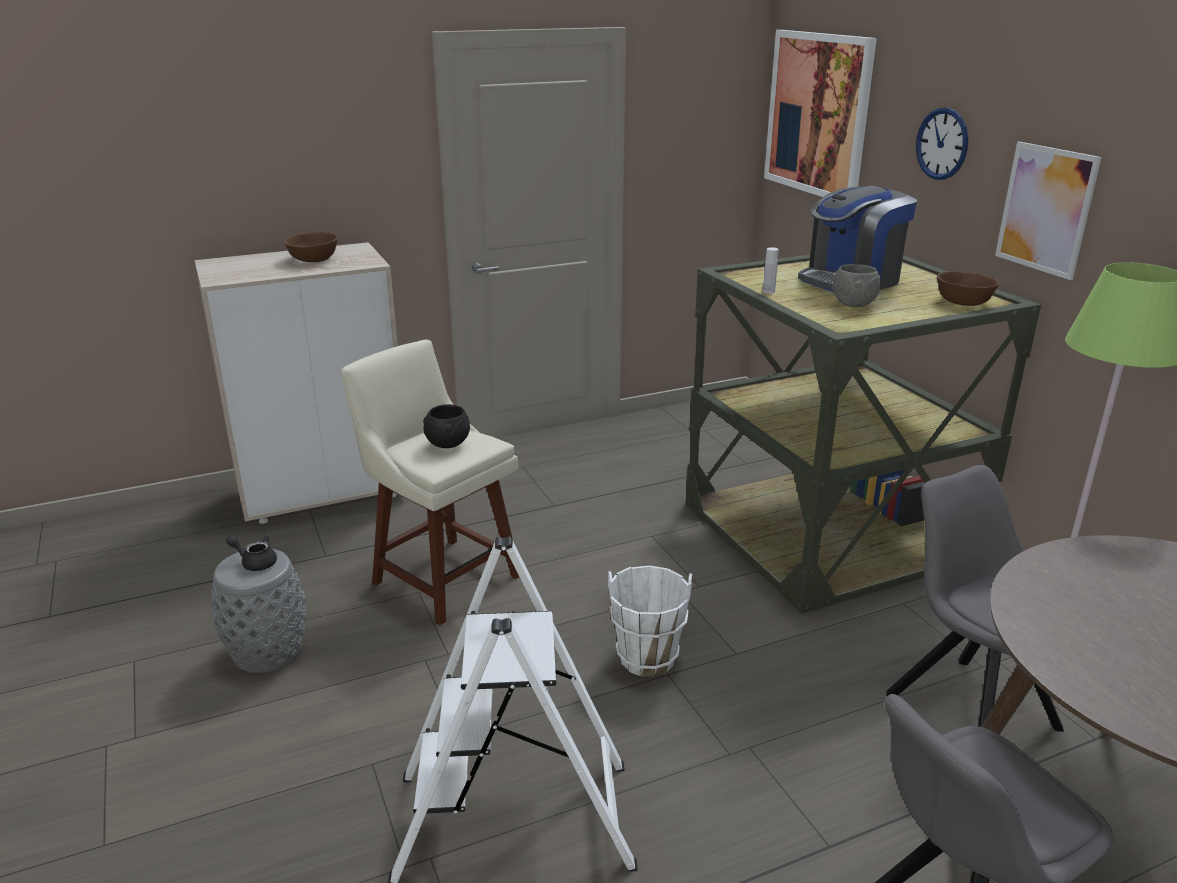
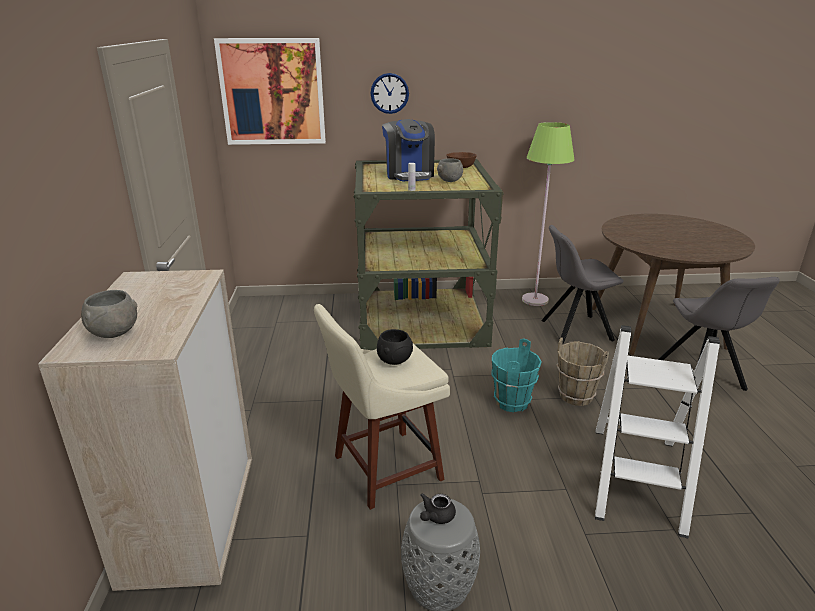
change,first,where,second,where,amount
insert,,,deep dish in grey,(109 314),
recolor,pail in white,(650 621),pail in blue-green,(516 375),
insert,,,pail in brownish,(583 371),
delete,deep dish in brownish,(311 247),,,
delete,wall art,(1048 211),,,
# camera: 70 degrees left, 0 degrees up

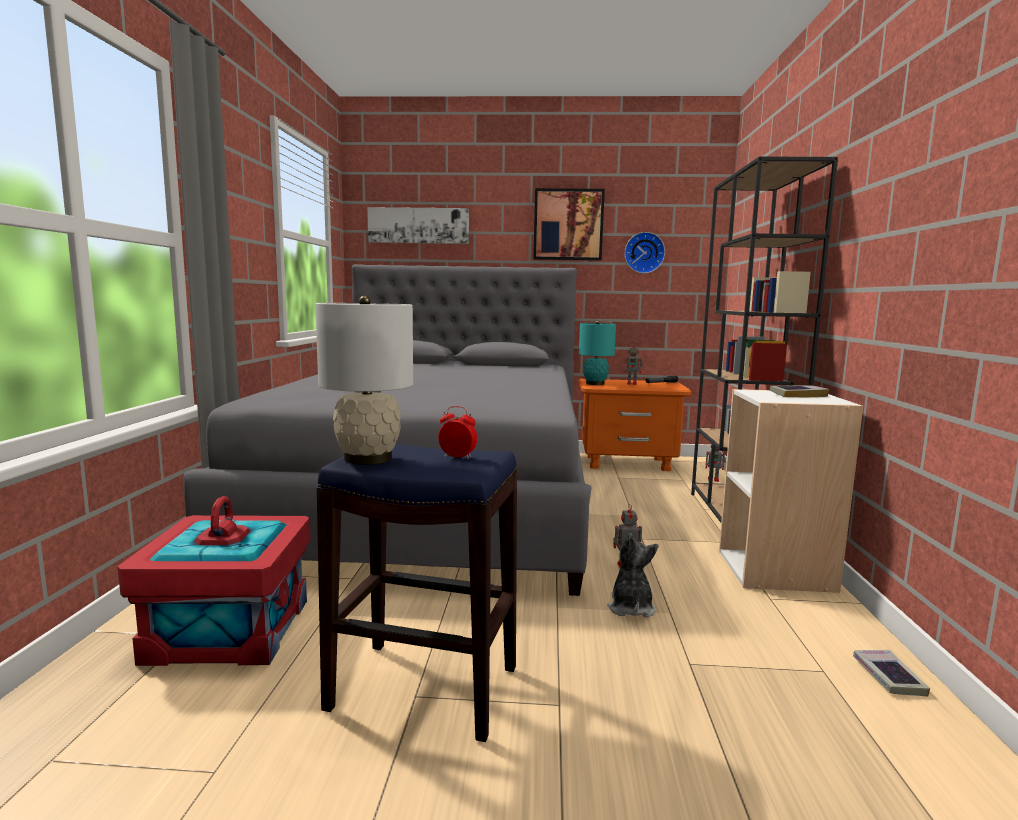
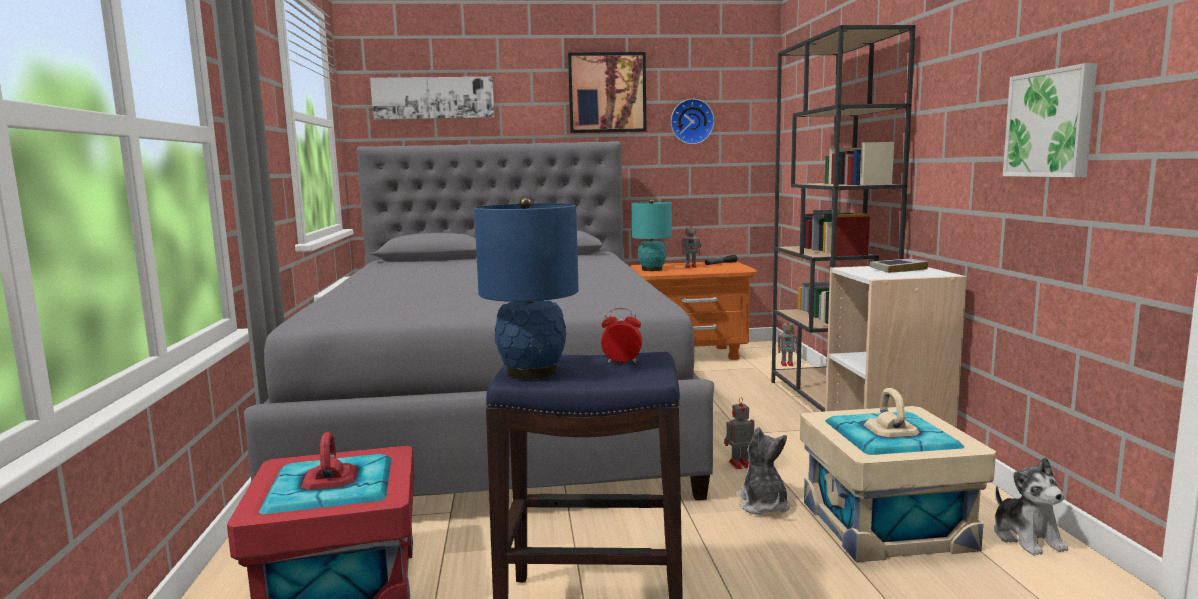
change,first,where,second,where,amount
recolor,lamp for a table in white,(364 380),lamp for a table in blue,(526 288),
insert,,,storage box in sand-coloured,(898 475),
replace,volume,(891 673),soft toy,(1031 506),
insert,,,wall art,(1050 120),
# camera: 10 degrees left, 0 degrees up

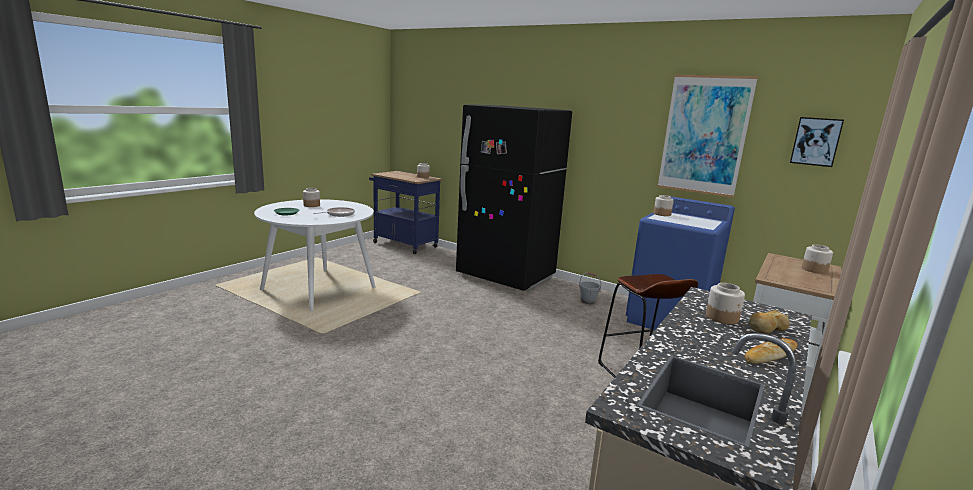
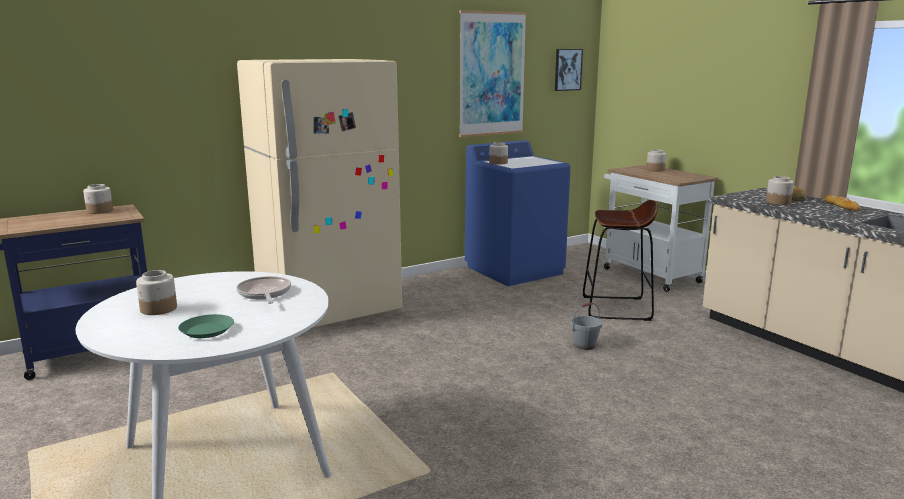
change,first,where,second,where,amount
recolor,fridge in blackish,(514 197),fridge in sand-coloured,(319 193),
move,pail in grey,(590 288),,(586 326),
# camera: 65 degrees left, 0 degrees up

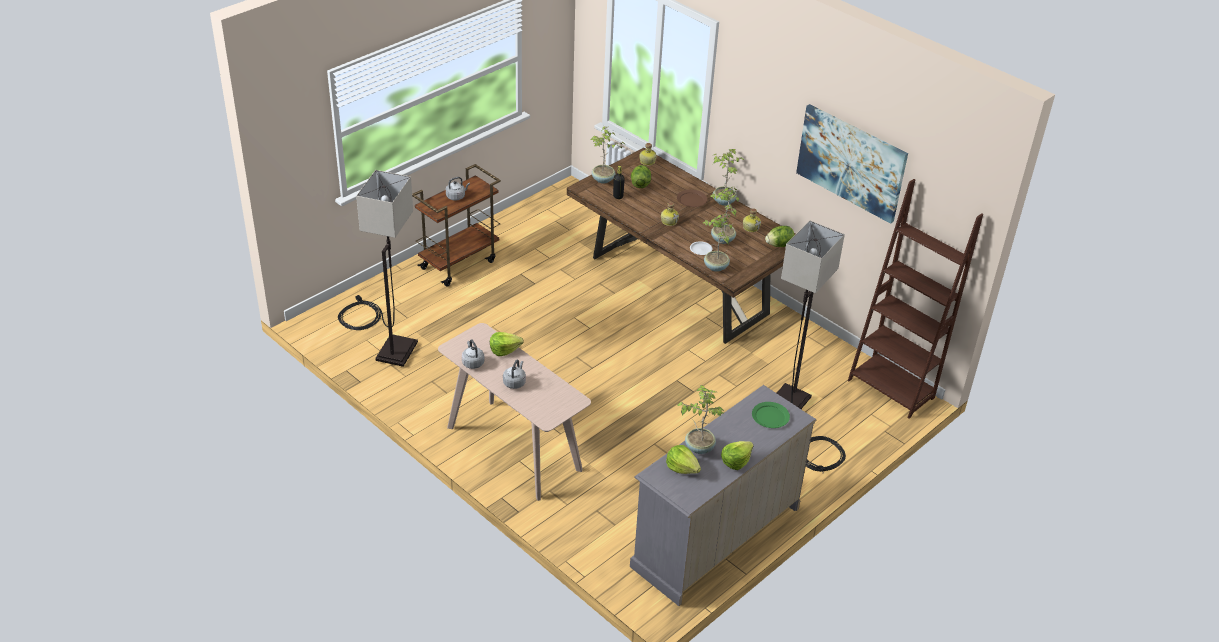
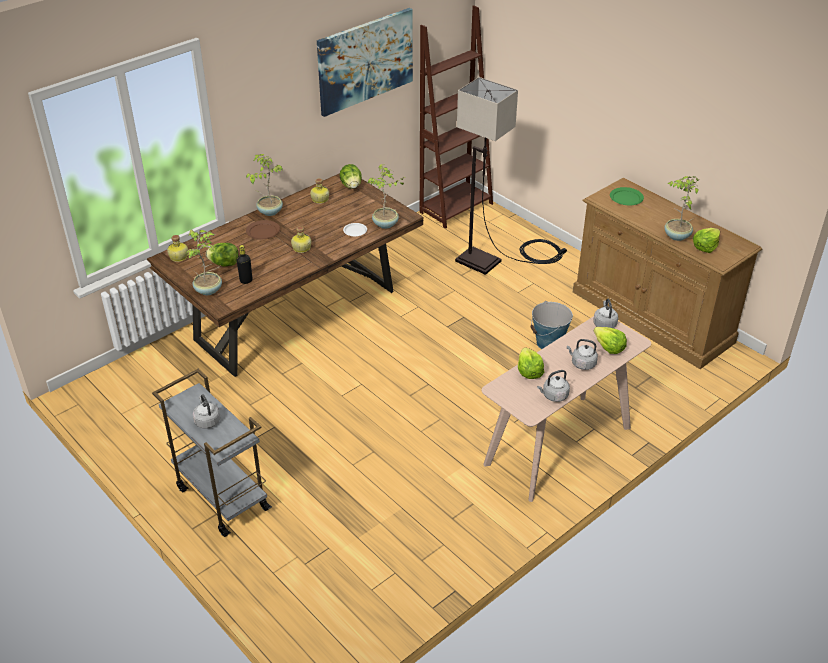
change,first,where,second,where,amount
recolor,cart in brownish,(456 225),cart in grey,(212 453),
insert,,,pail,(551 325),
recolor,cupboard in grey,(723 495),cupboard in brownish,(667 273),
insert,,,water kettle in grey,(605 313),
move,lettuce,(737 455),,(610 340),
delete,floor lamp,(378 268),,,
delete,potted plant,(724 215),,,
# camera: 85 degrees left, 0 degrees up

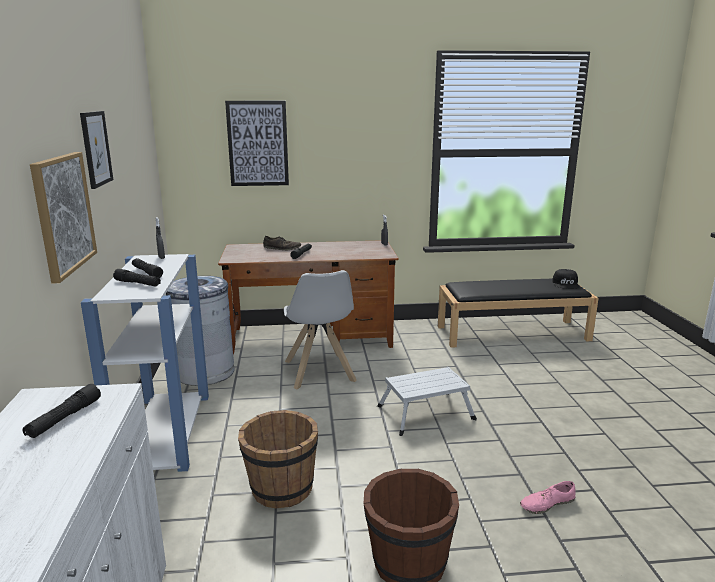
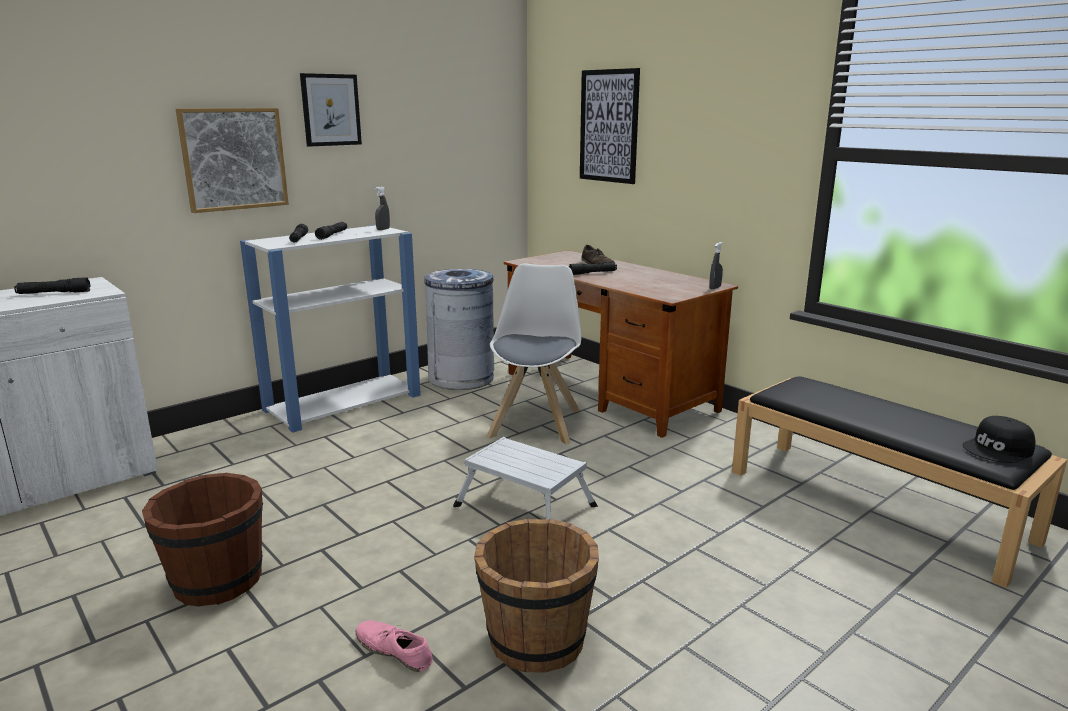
change,first,where,second,where,amount
move,pail in brownish,(278 459),,(536 596),
rotate,plain chair,(320 329),,(534 353),150 degrees clockwise
# camera: 55 degrees right, 0 degrees up

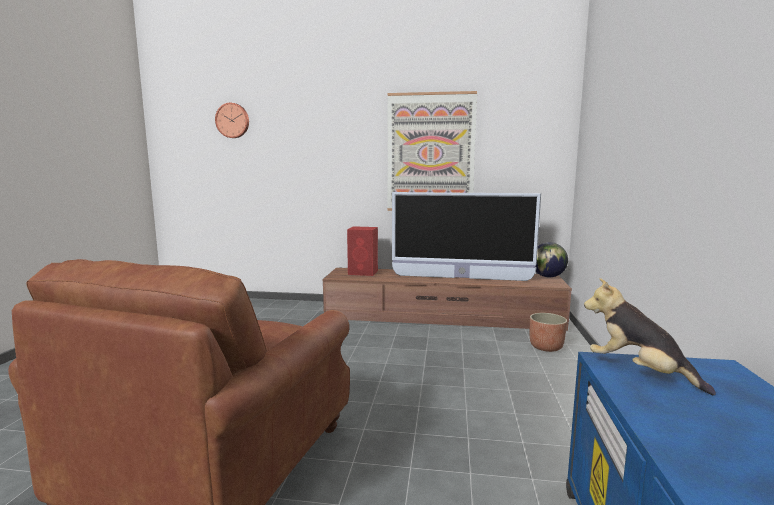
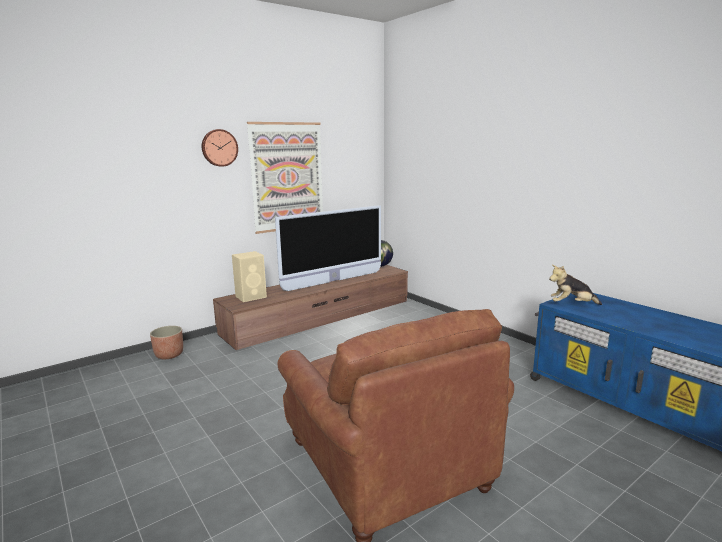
change,first,where,second,where,amount
move,flower pot,(548 332),,(166 342),
move,hanging clock,(232 120),,(220 148),
recolor,speaker in red,(362 251),speaker in sand-coloured,(249 276),
# camera: 45 degrees left, 5 degrees up

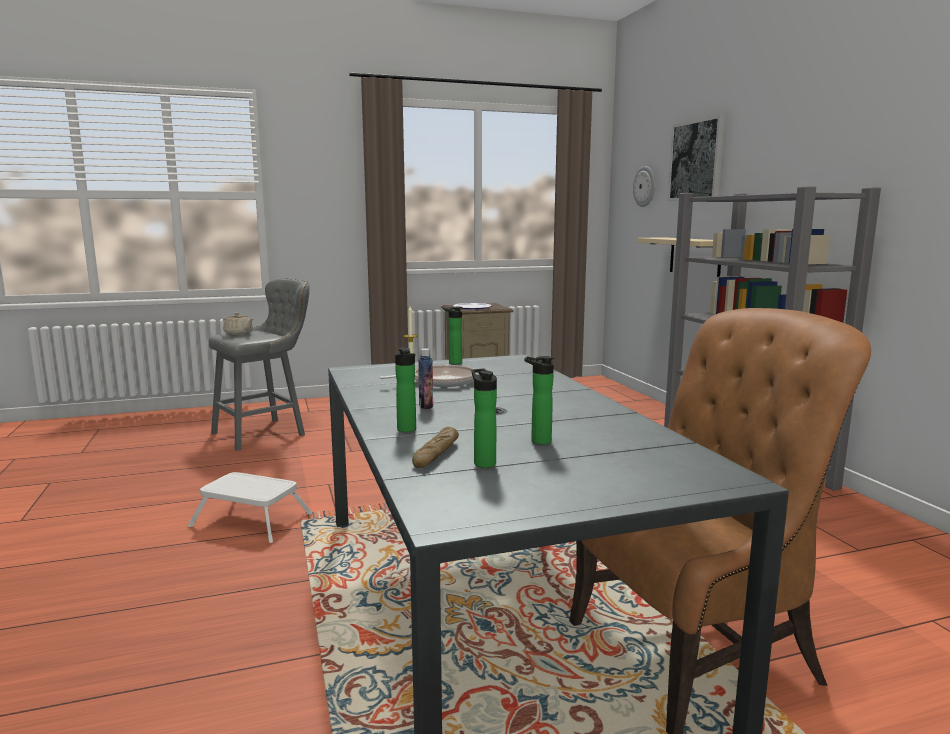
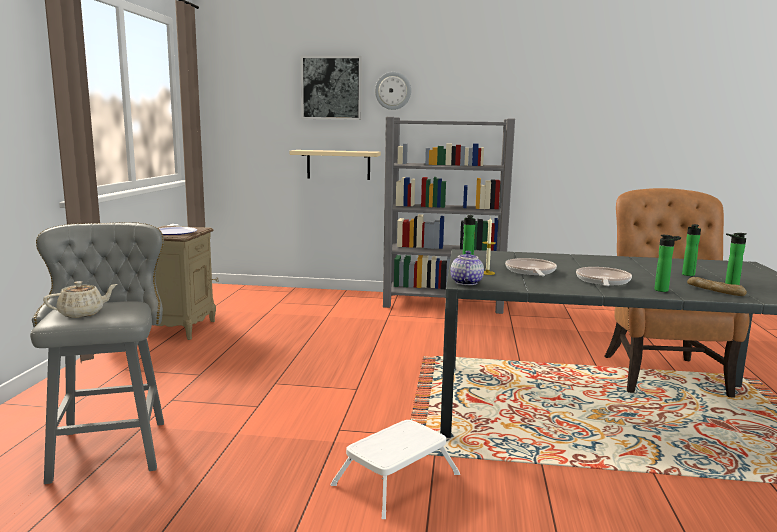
change,first,where,second,where,amount
move,hanging clock,(644 186),,(393 91),
insert,,,teapot,(467 268),
replace,drink bottle,(425 378),skillet,(604 276),
# camera: 65 degrees left, 0 degrees up

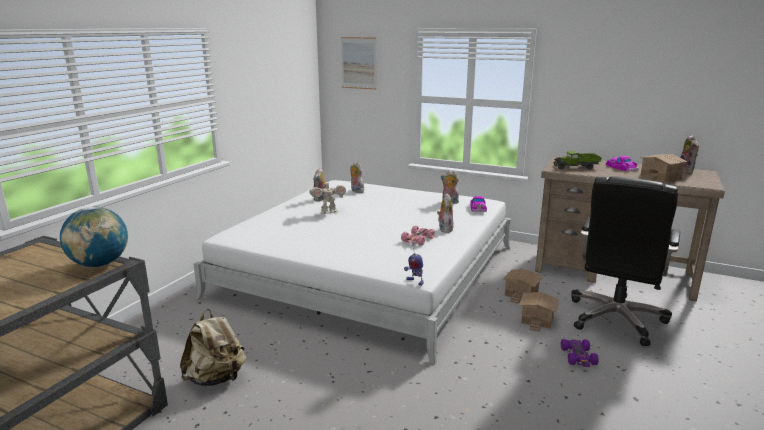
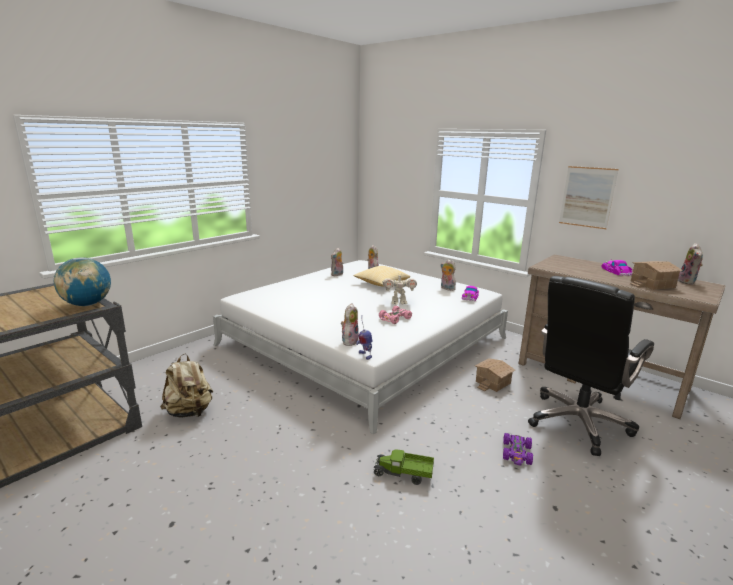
change,first,where,second,where,amount
move,soft toy,(445 213),,(350 324),
insert,,,throw pillow,(381 276),
move,toy truck,(577 160),,(404 467),
move,toy robot,(327 197),,(399 290),
move,wall art,(359 63),,(589 197),
delete,miniature house,(539 312),,,
# camera: 15 degrees right, 0 degrees up

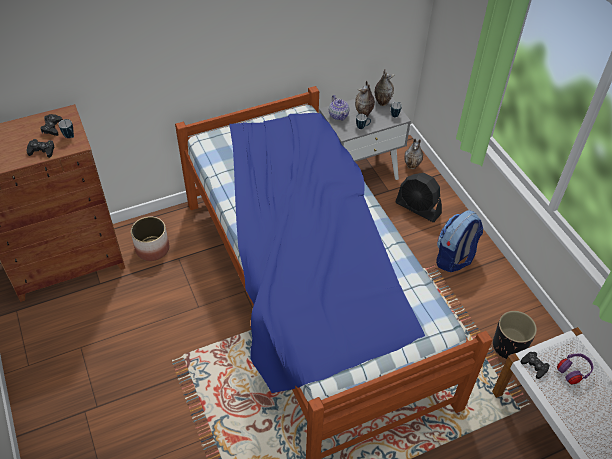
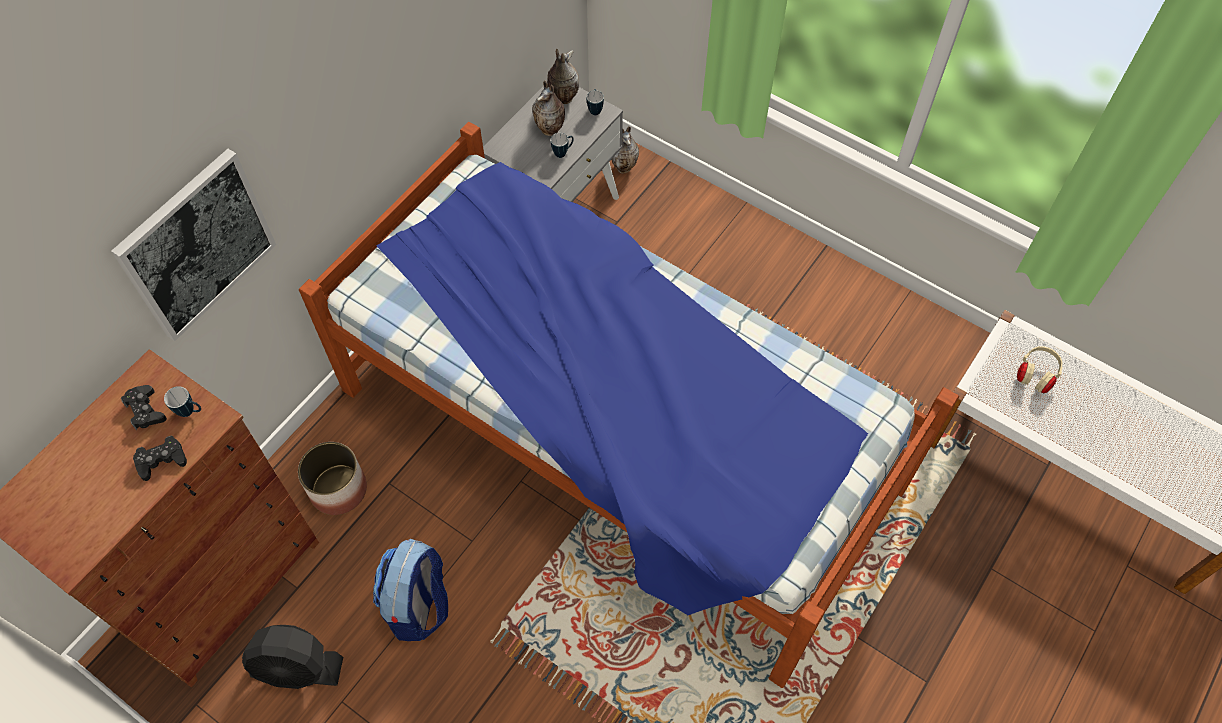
change,first,where,second,where,amount
insert,,,wall art,(193 245),
move,electric fan in blackish,(418 197),,(292 657),
move,backpack,(459 241),,(410 590),
recolor,headphones in purple,(575 368),headphones in sand-coloured,(1040 369),
delete,teapot,(339 108),,,
delete,flower pot in blackish,(515 335),,,
delete,gamepad in blackish,(535 365),,,
# camera: 30 degrees left, 10 degrees up

